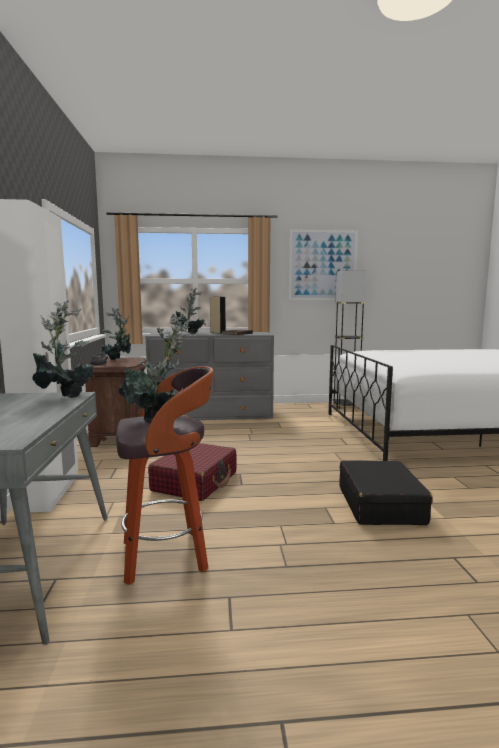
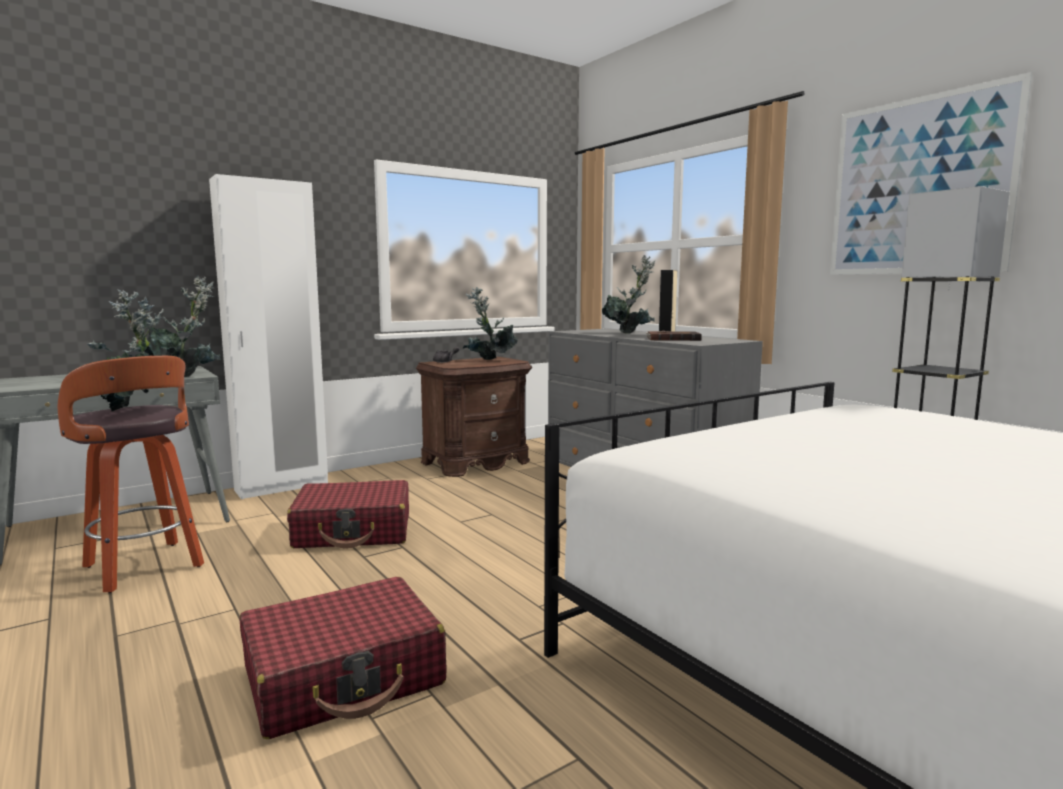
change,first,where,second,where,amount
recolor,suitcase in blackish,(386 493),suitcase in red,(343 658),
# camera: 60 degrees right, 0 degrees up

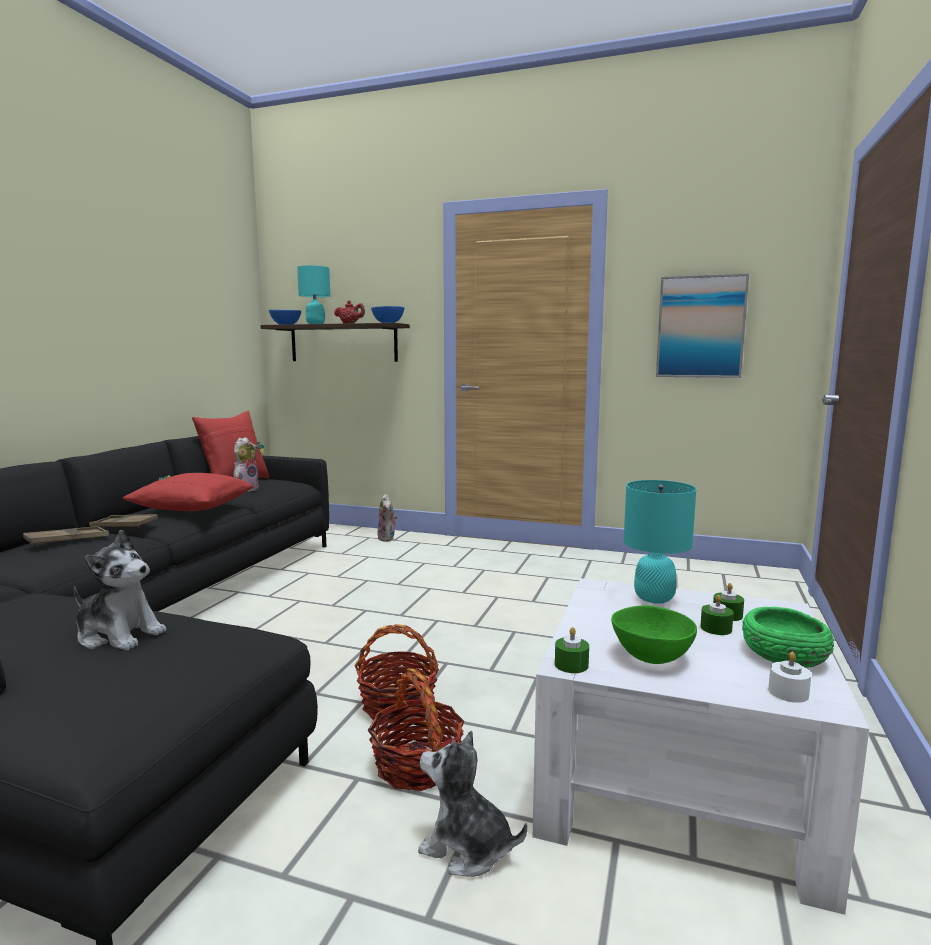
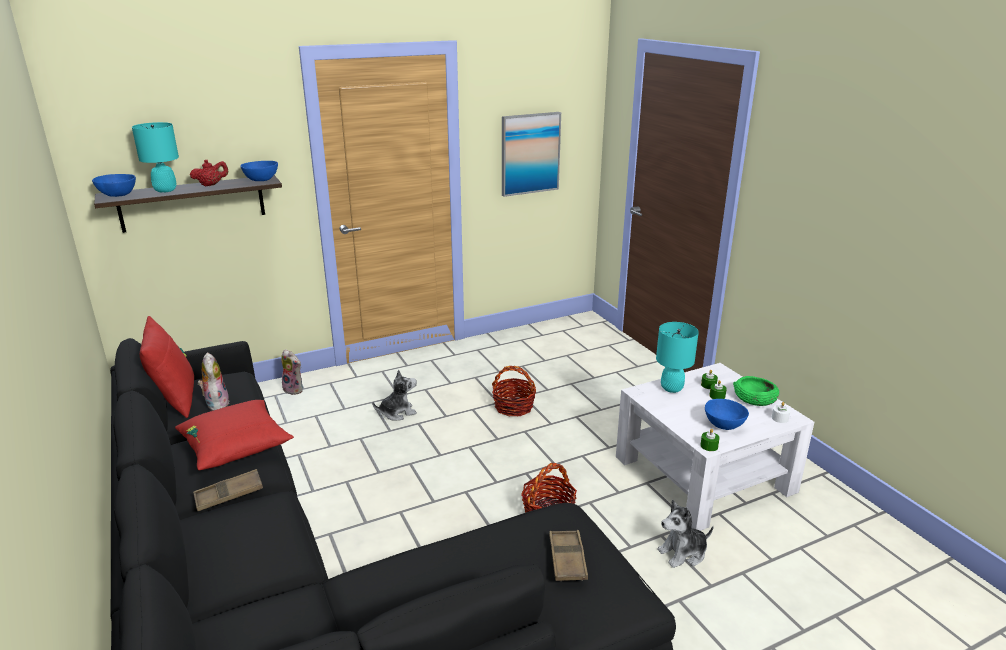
change,first,where,second,where,amount
move,soft toy,(120 590),,(394 395),
move,basket,(416 729),,(514 391),
move,serving tray in brownish,(66 536),,(568 555),
recolor,deep dish in green,(654 634),deep dish in blue,(727 414),
# camera: 45 degrees left, 15 degrees up

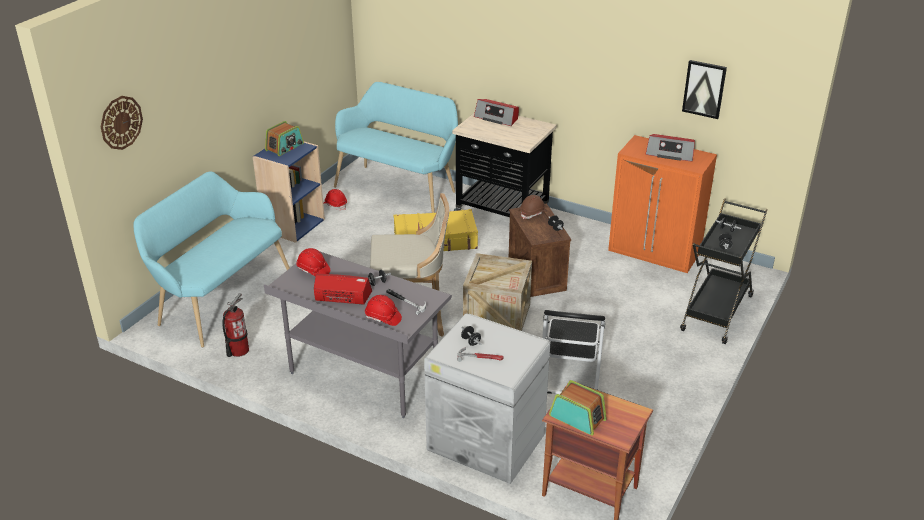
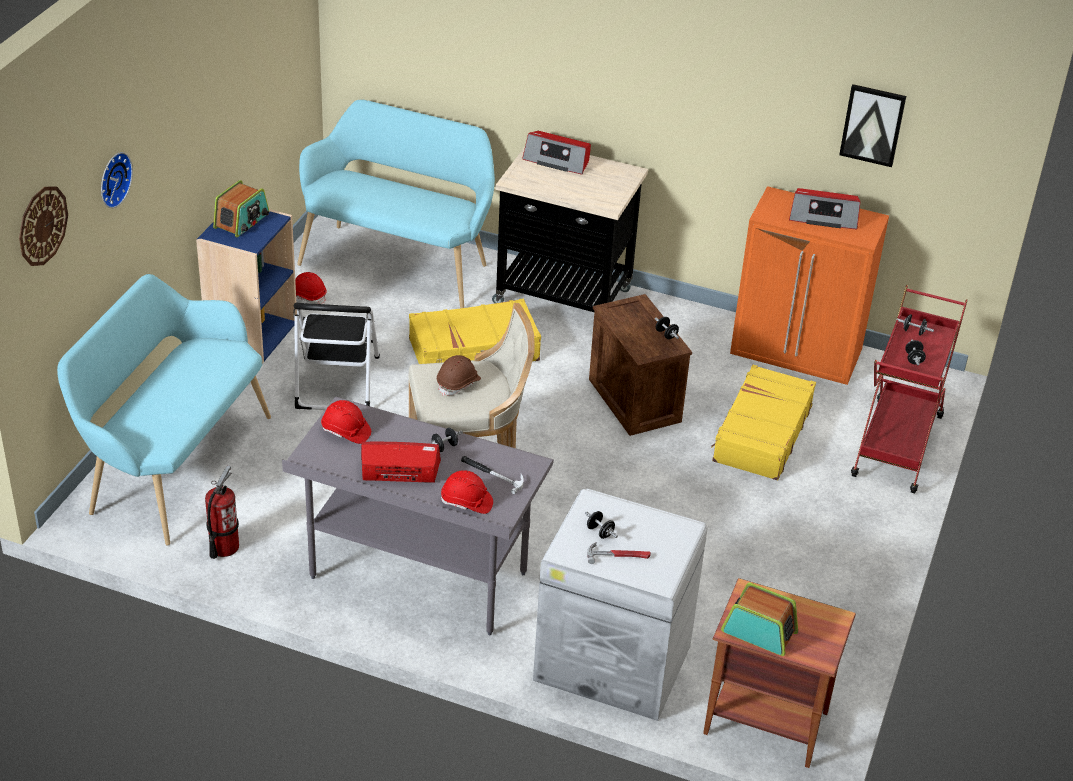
change,first,where,second,where,amount
insert,,,hanging clock,(117 180),
move,step ladder,(573 352),,(336 356),
move,hard hat in brownish,(533 207),,(459 375),
insert,,,suitcase in yellowish,(763 423),
recolor,cart in blackish,(724 271),cart in red,(909 389),
delete,crate,(497 292),,,
# camera: 10 degrees left, 5 degrees up

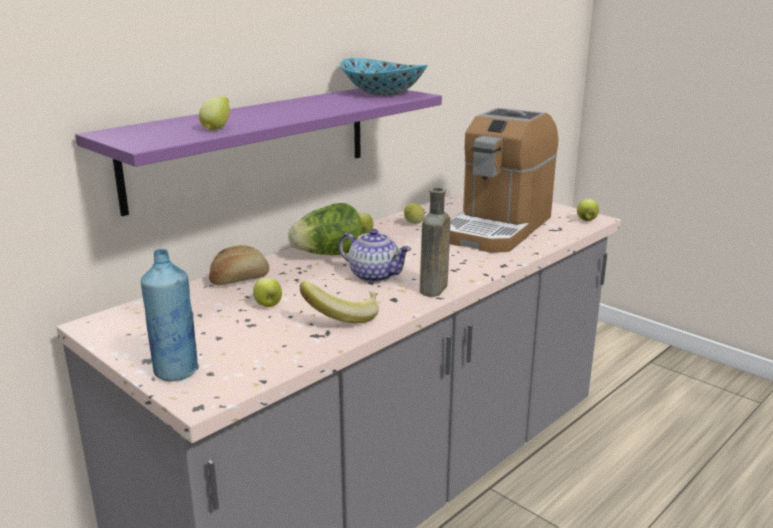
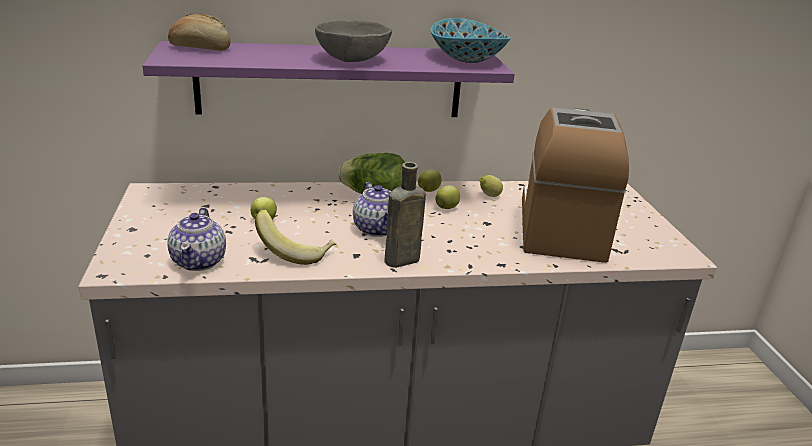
change,first,where,second,where,amount
insert,,,teapot,(196 239),
move,bread,(239 265),,(199 32),
insert,,,deep dish in grey,(353 41),
move,whole apple,(588 210),,(447 197),
rotate,coffee maker,(504 180),,(575 185),120 degrees clockwise
delete,drink bottle in blue,(170 315),,,
delete,whole lemon,(214 113),,,
# camera: 35 degrees right, 5 degrees up

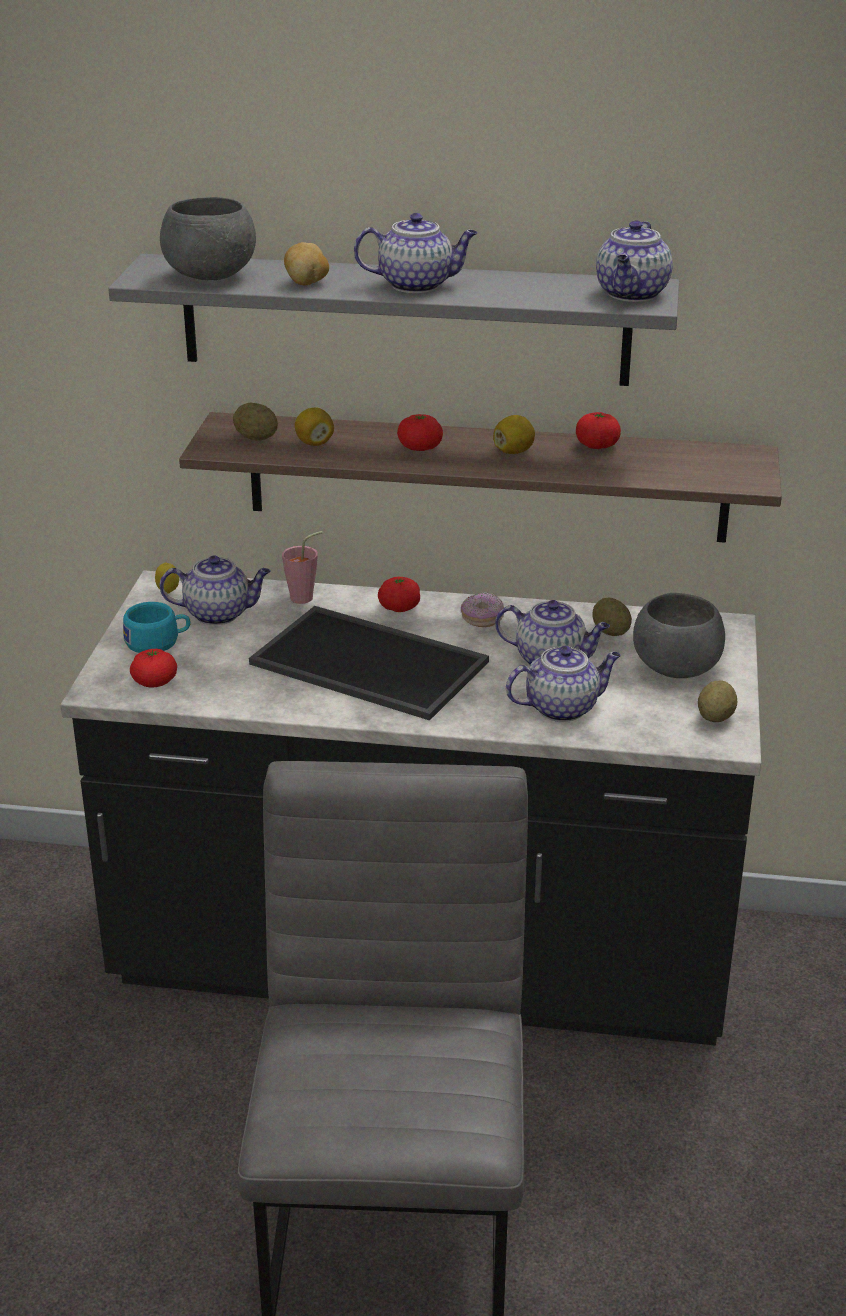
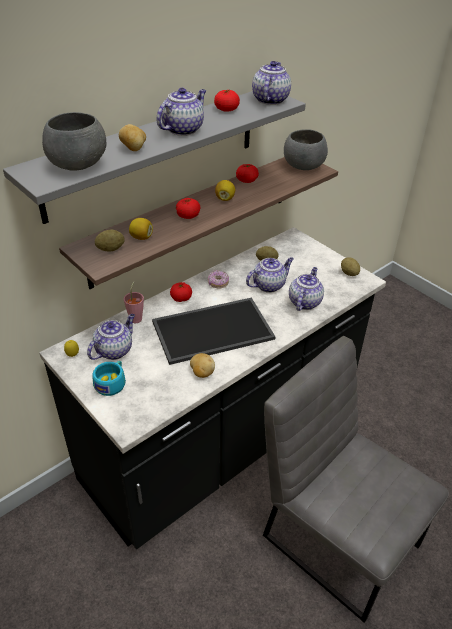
change,first,where,second,where,amount
insert,,,whole potato,(202 365),
move,tomato,(153 668),,(227 101),
rotate,teapot,(634 261),,(271 83),135 degrees counterclockwise
move,deep dish in grey,(679 635),,(306 149),
# camera: 50 degrees left, 10 degrees up

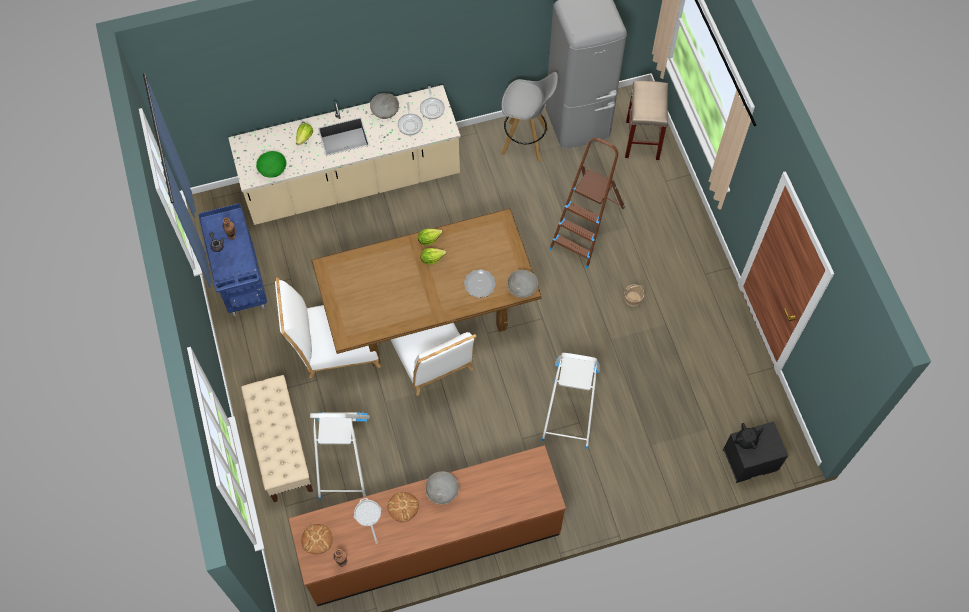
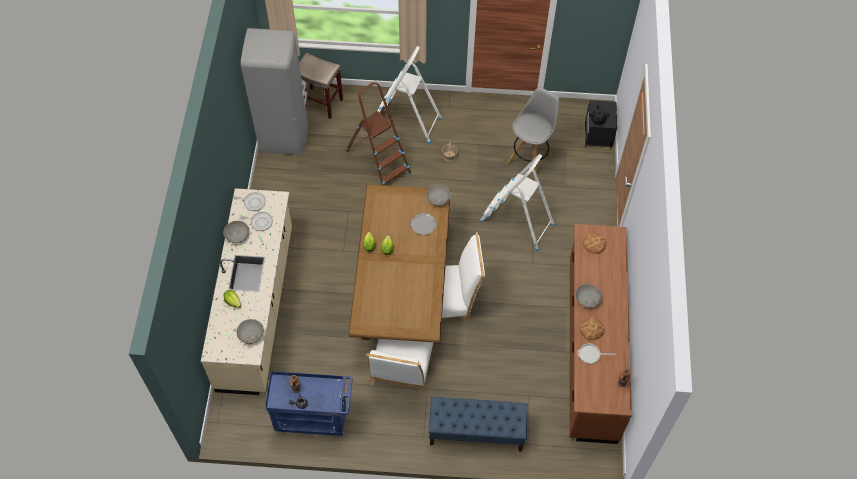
change,first,where,second,where,amount
recolor,deep dish in green,(271 164),deep dish in grey,(250 331),
move,step ladder in white,(340 456),,(409 95),
recolor,indoor bench in sand-coloured,(277 438),indoor bench in blue,(478 424),
move,stool in grey,(529 117),,(533 133),
move,bread,(317 539),,(595 243),
# camera: 70 degrees left, 5 degrees down

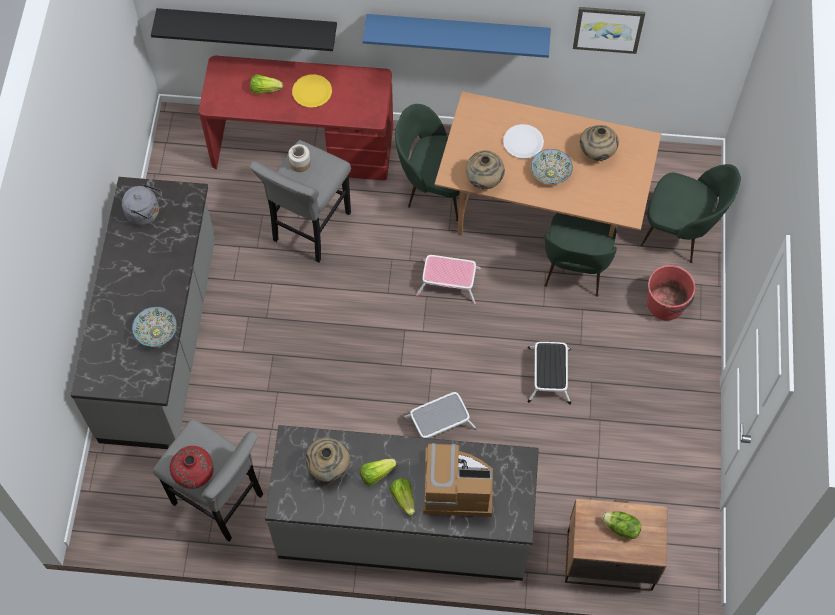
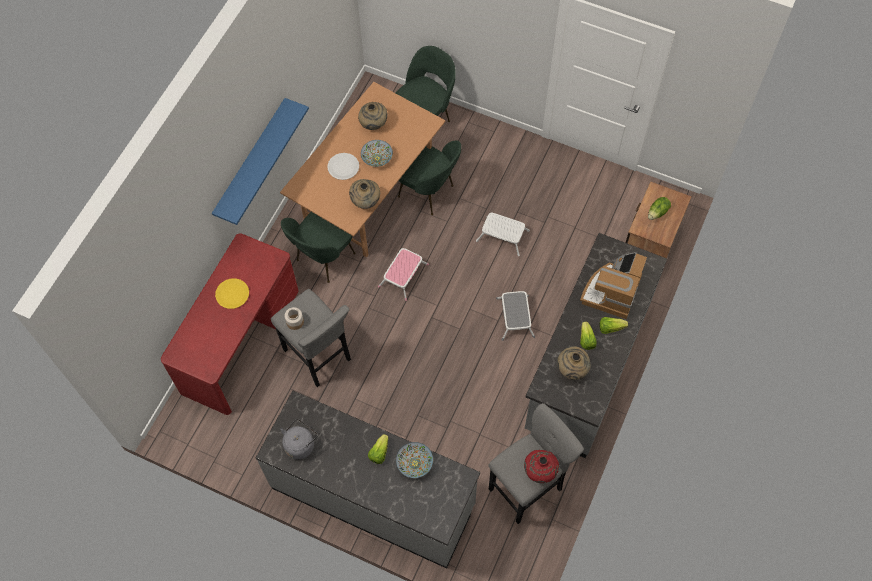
change,first,where,second,where,amount
move,lettuce,(266 84),,(378 449),
recolor,step ladder in blackish,(549 373),step ladder in white,(503 234),
delete,shelf in blackish,(244 29),,,
delete,wall art,(609 30),,,
delete,pail in red,(671 292),,,
# camera: 70 degrees left, 0 degrees up

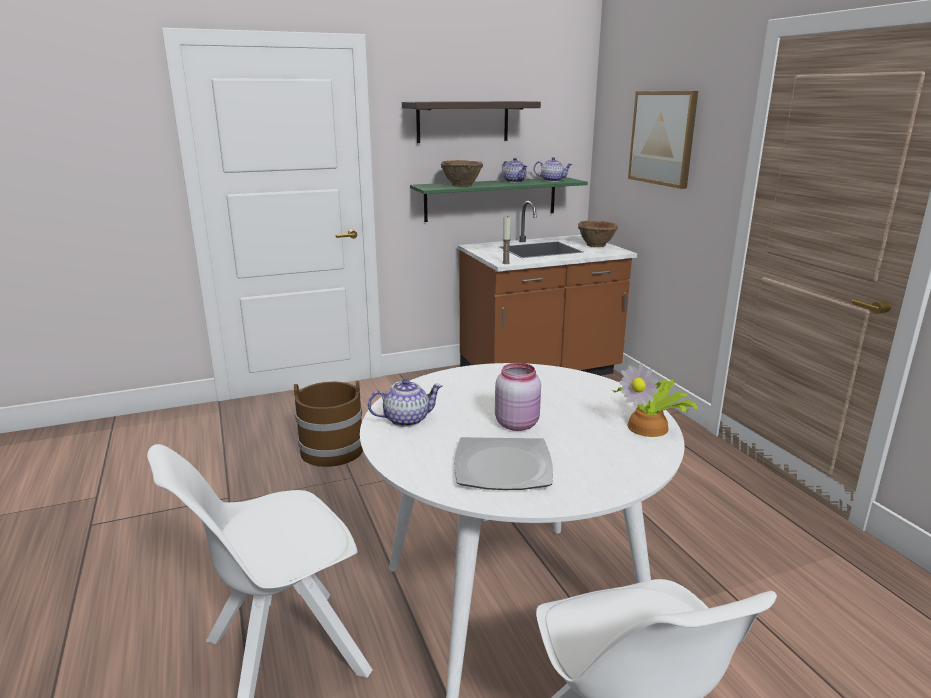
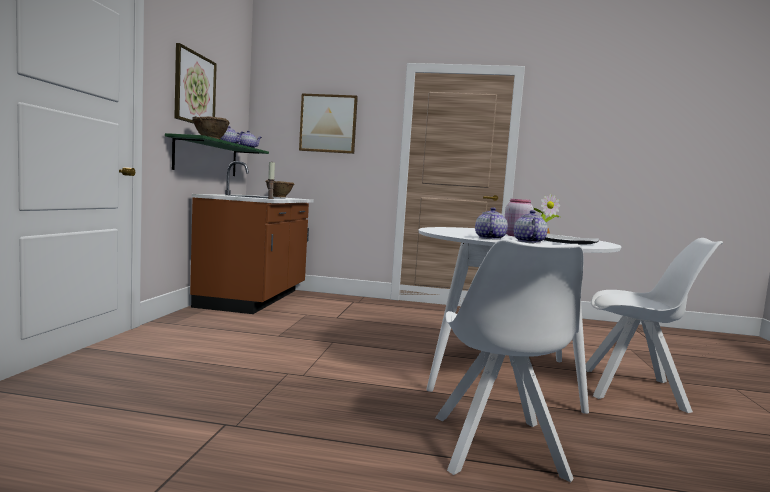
change,first,where,second,where,amount
replace,shelf,(471 122),wall art,(195 83),
insert,,,teapot,(531 226),
delete,pail in brownish,(328 424),,,
# camera: 60 degrees left, 15 degrees down

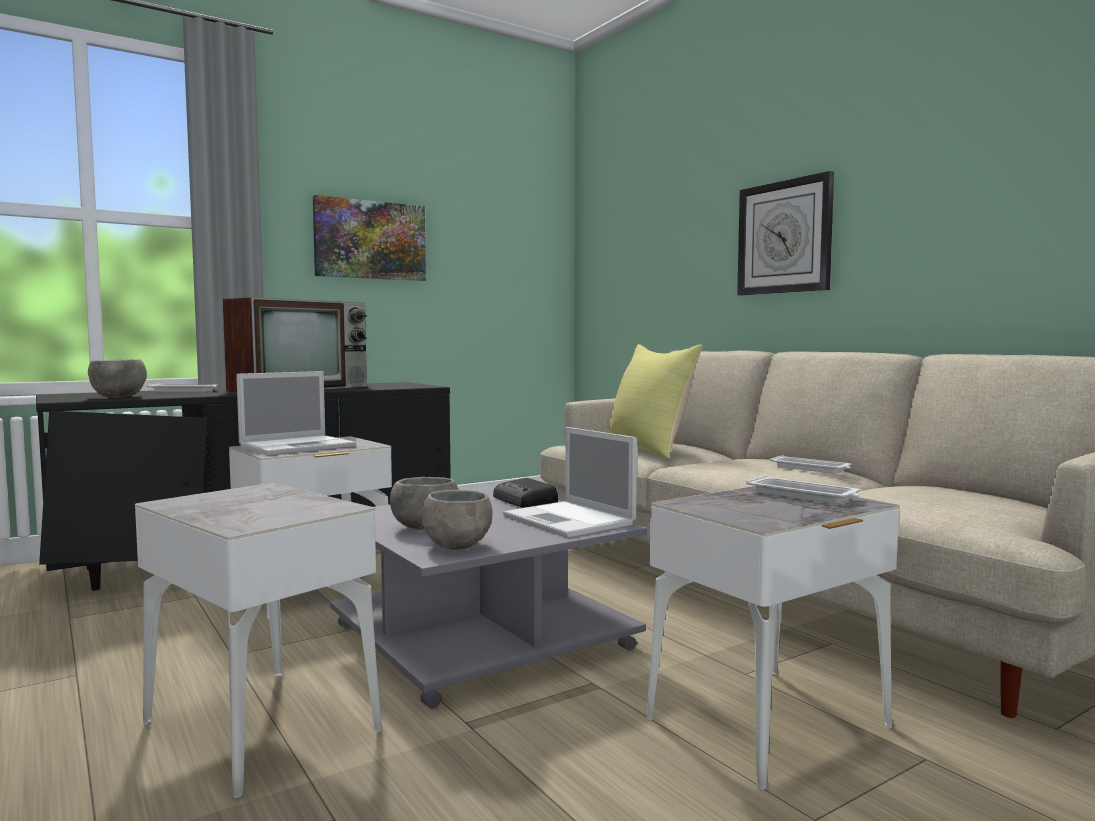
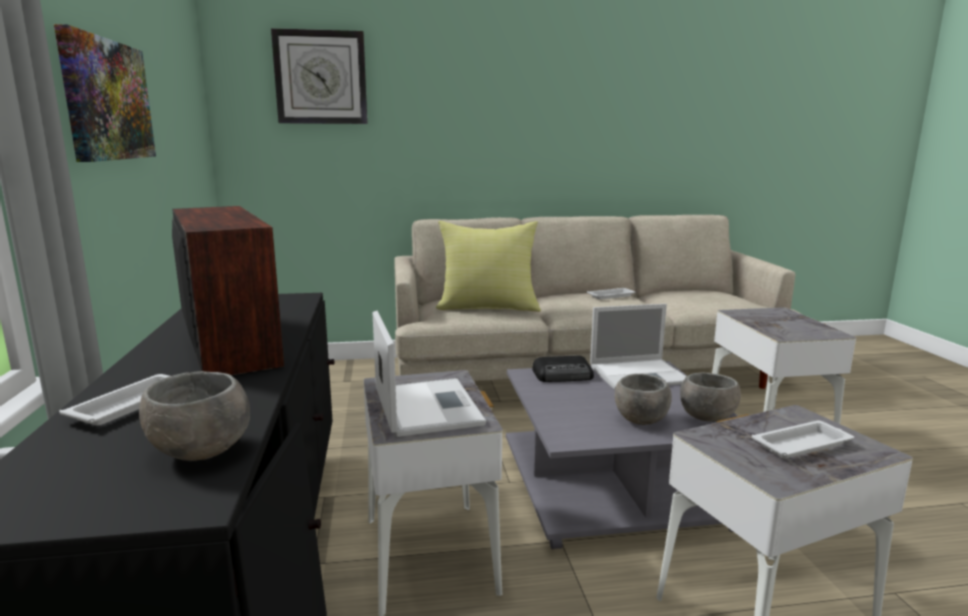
change,first,where,second,where,amount
move,hanging clock,(785 233),,(319 76),
move,serving tray in white,(803 489),,(803 440),
# camera: 65 degrees left, 10 degrees up

